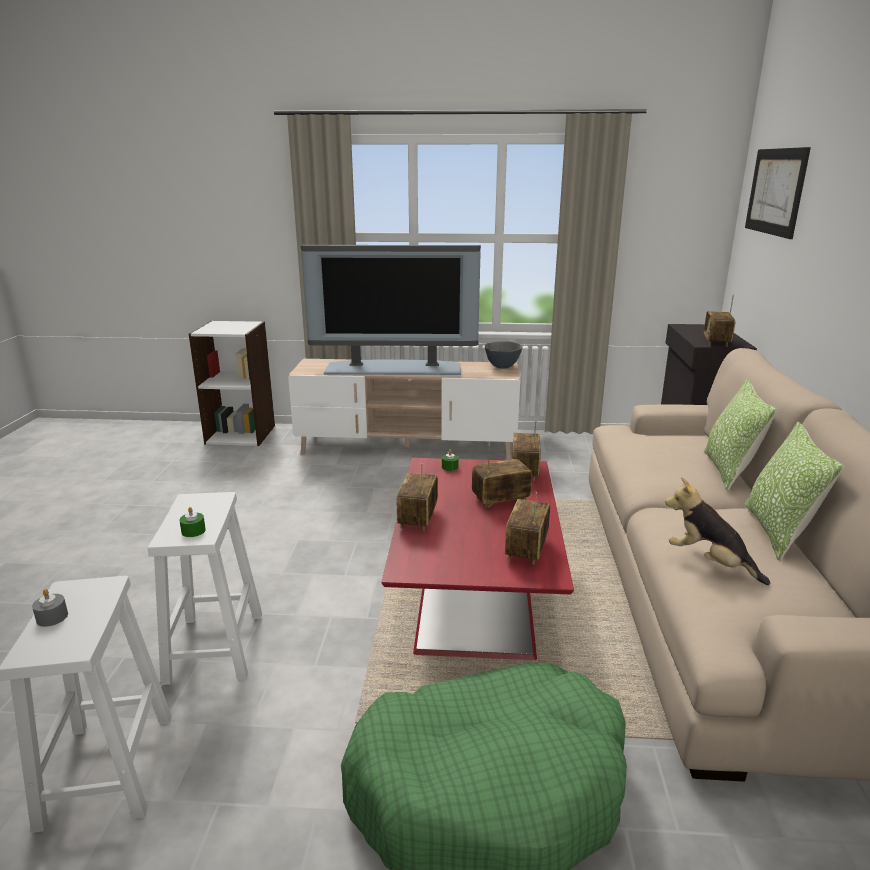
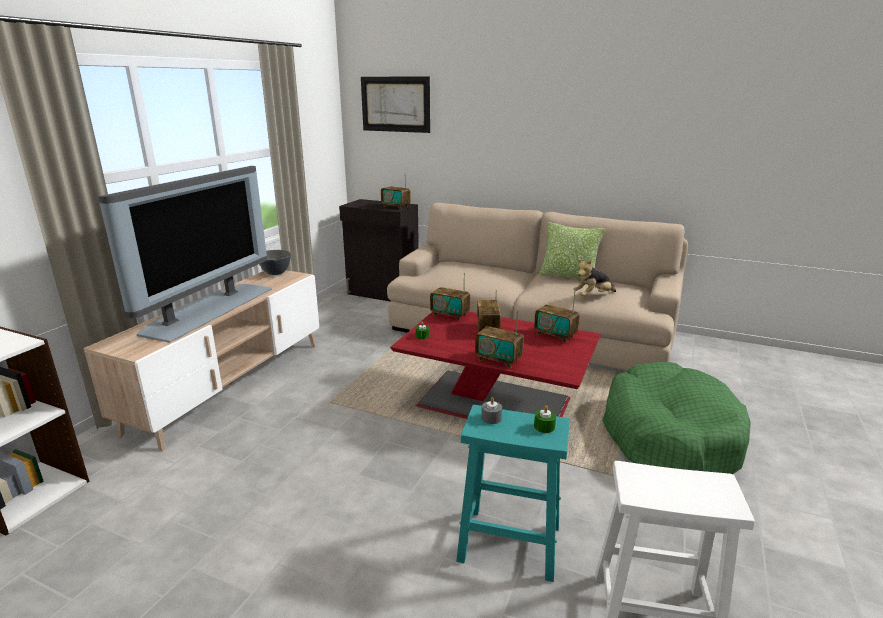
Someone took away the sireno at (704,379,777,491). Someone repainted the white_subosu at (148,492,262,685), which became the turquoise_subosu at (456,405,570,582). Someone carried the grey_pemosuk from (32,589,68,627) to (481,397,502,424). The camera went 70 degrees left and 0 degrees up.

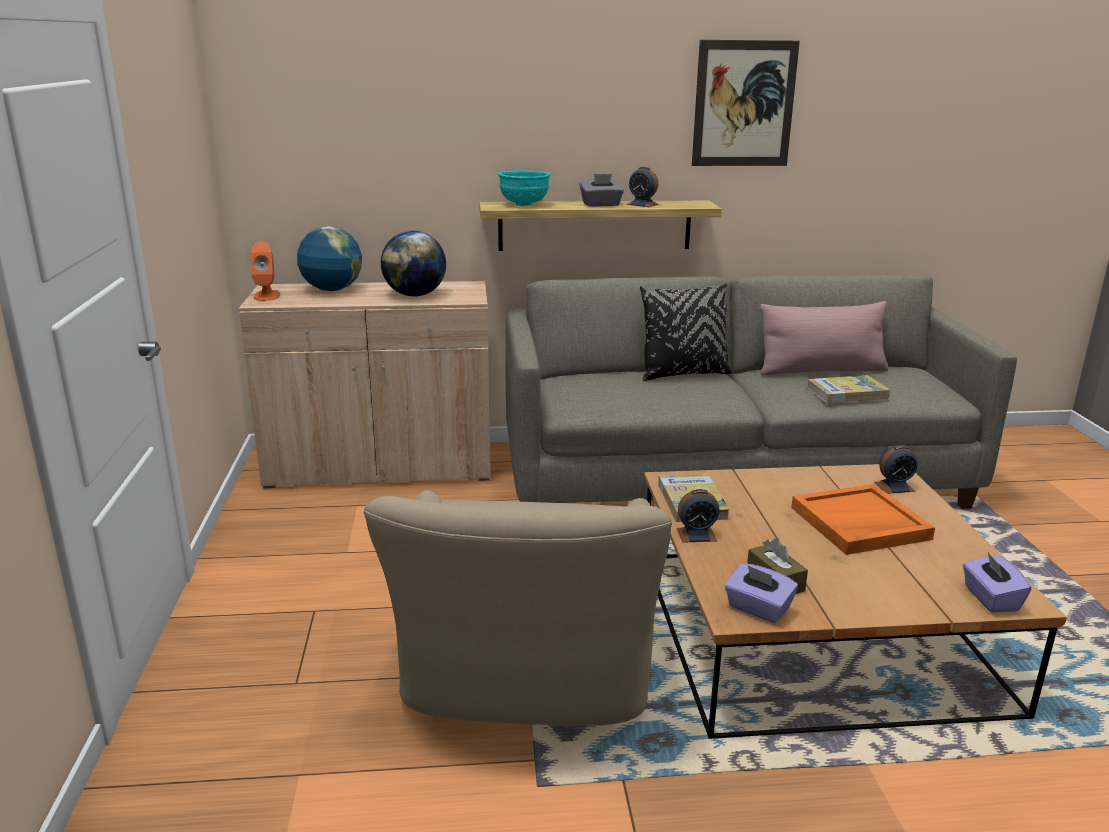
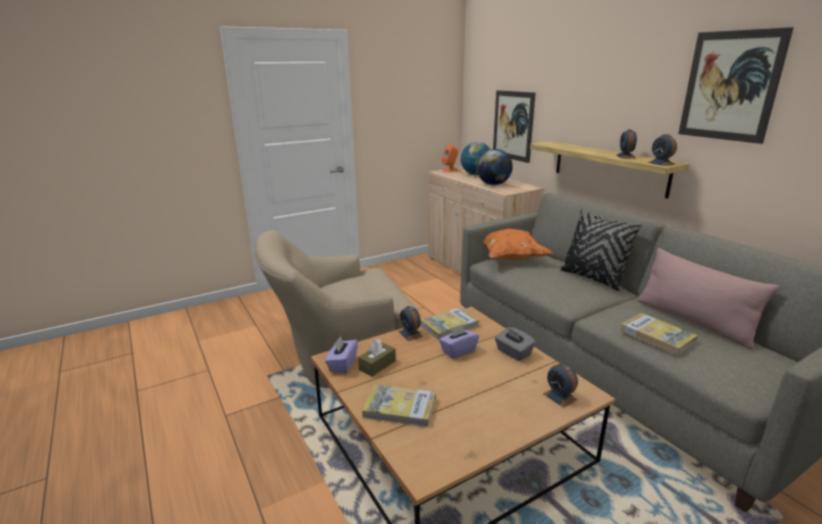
Someone took away the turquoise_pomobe at (498,170,551,206). Someone carried the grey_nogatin from (580,174,624,207) to (495,327,535,361). Someone took away the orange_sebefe at (791,484,935,555). Someone carried the purple_nogatin from (963,552,1031,613) to (439,324,479,359). Someone put up the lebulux at (493,90,535,163). Someone put down the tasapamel at (647,134,677,166). Someone put down the orange_sireno at (483,229,553,260). Someone put down the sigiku at (362,384,436,427). The camera went 65 degrees right and 0 degrees up.

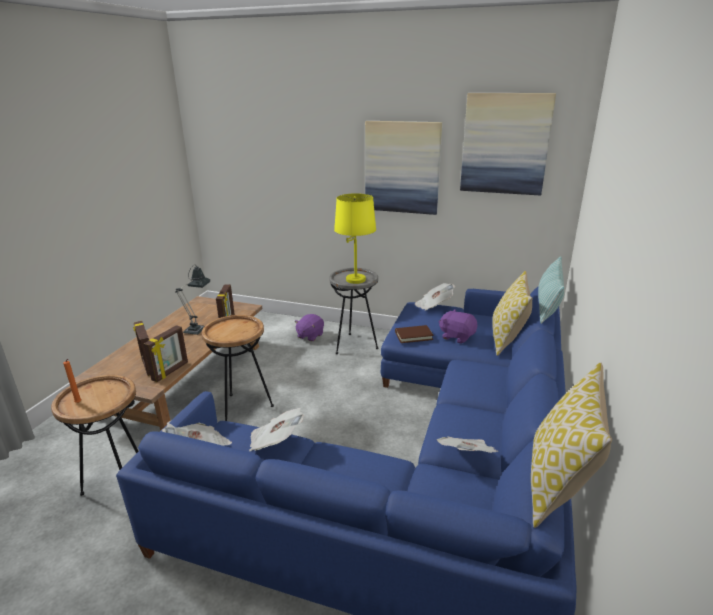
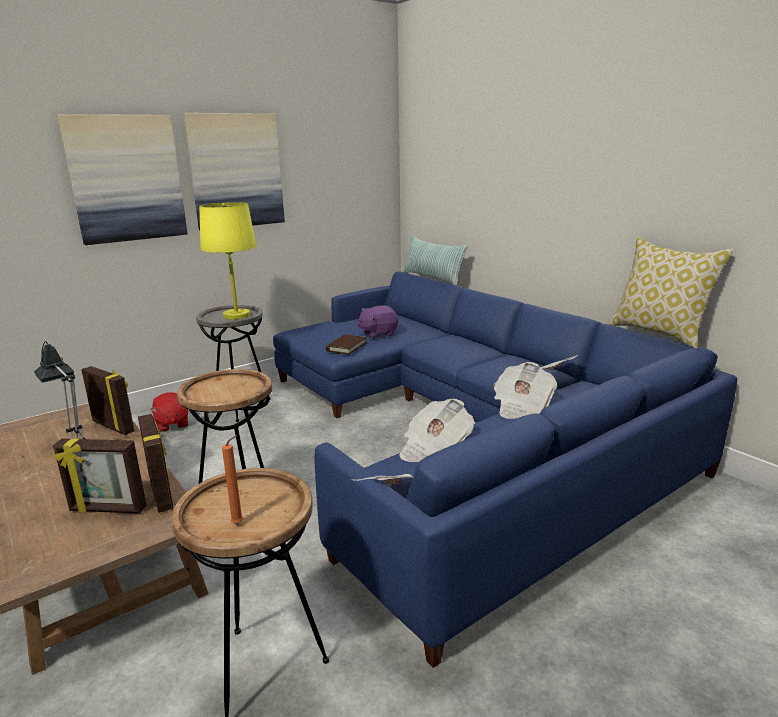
Someone carried the lebulux from (460,93,556,195) to (57,114,188,245). Someone took away the sireno at (492,271,533,356). Someone carried the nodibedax from (415,283,455,311) to (493,362,557,419). Someone repainted the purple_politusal at (295,314,324,342), which became the red_politusal at (151,392,188,432). The camera went 55 degrees left and 5 degrees down.

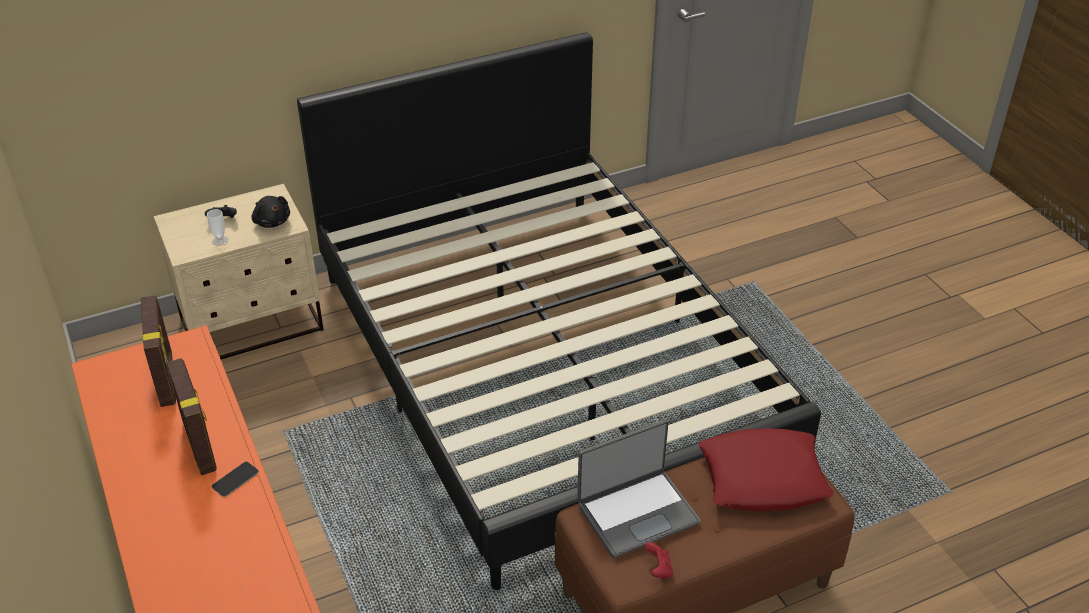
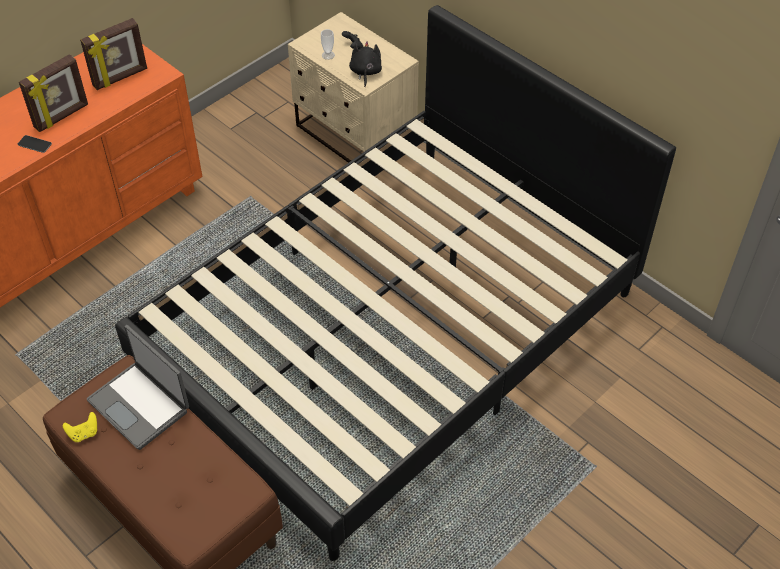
Someone rotated the black_politusal at (252,196,290,228) by 150 degrees clockwise. Someone took away the red_sireno at (699,428,833,511). Someone repainted the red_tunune at (644,542,673,579), which became the yellow_tunune at (63,412,97,442). The camera went 70 degrees right and 10 degrees up.

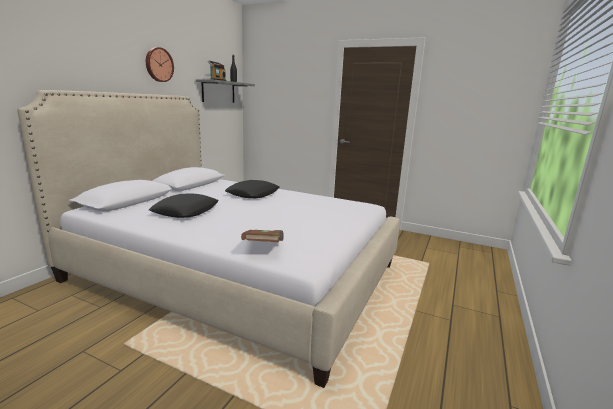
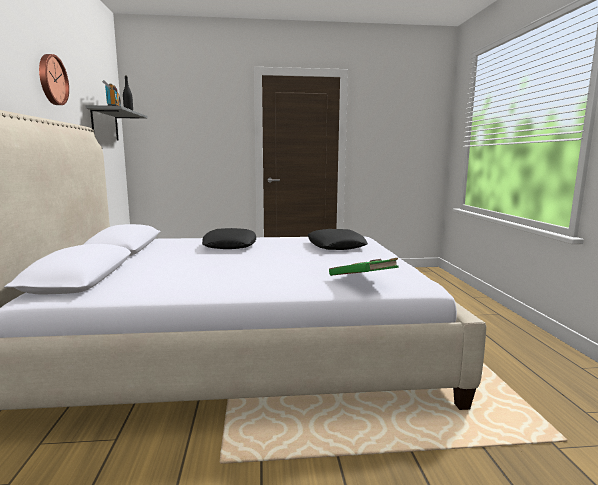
Someone carried the black_sireno from (149,194,218,218) to (308,229,368,250). Someone repainted the brown_sigiku at (241,230,283,242), which became the green_sigiku at (329,258,399,276). The camera went 30 degrees left and 5 degrees down.

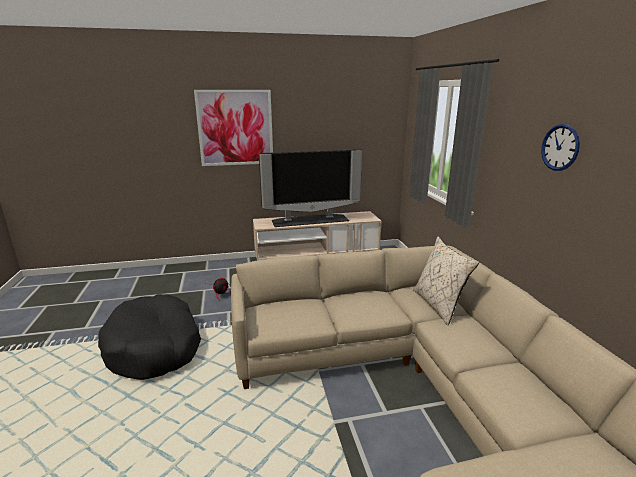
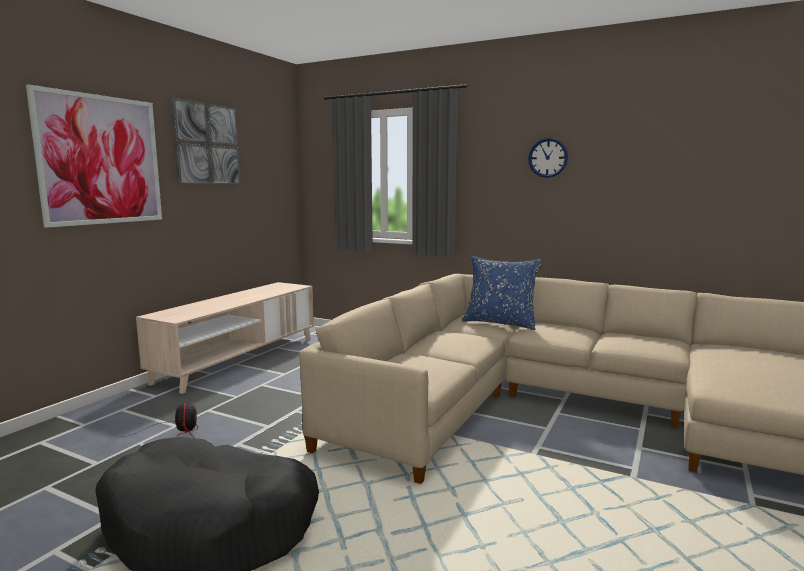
Someone took away the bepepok at (259,149,362,227). Someone repainted the beige_sireno at (413,237,479,326), which became the blue_sireno at (462,256,543,330). Someone put up the lebulux at (171,98,240,184). The camera went 50 degrees left and 10 degrees down.

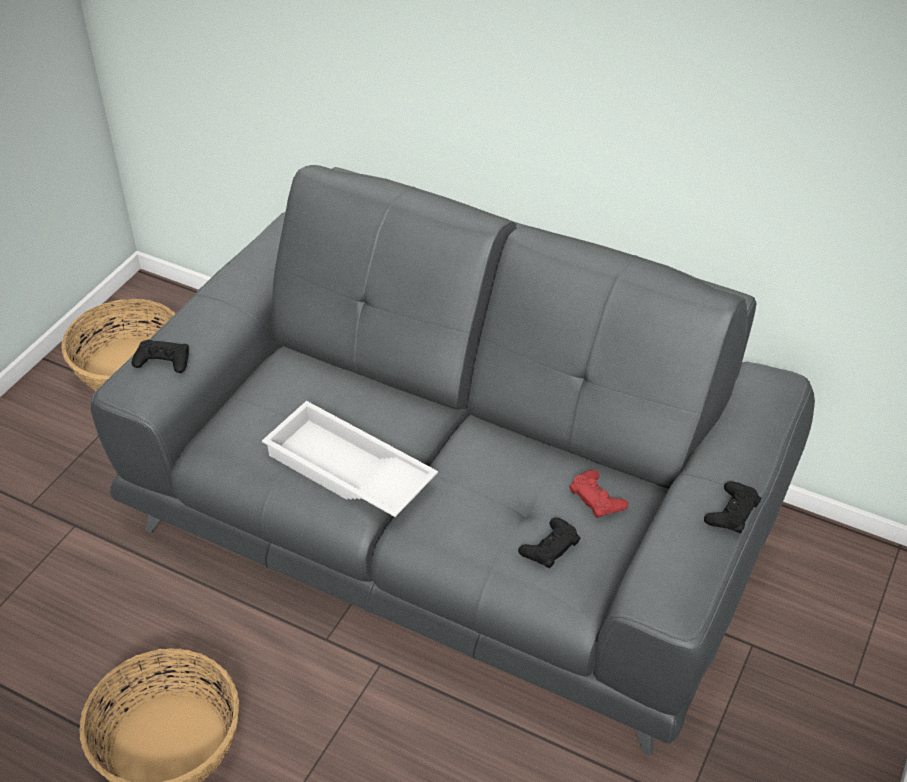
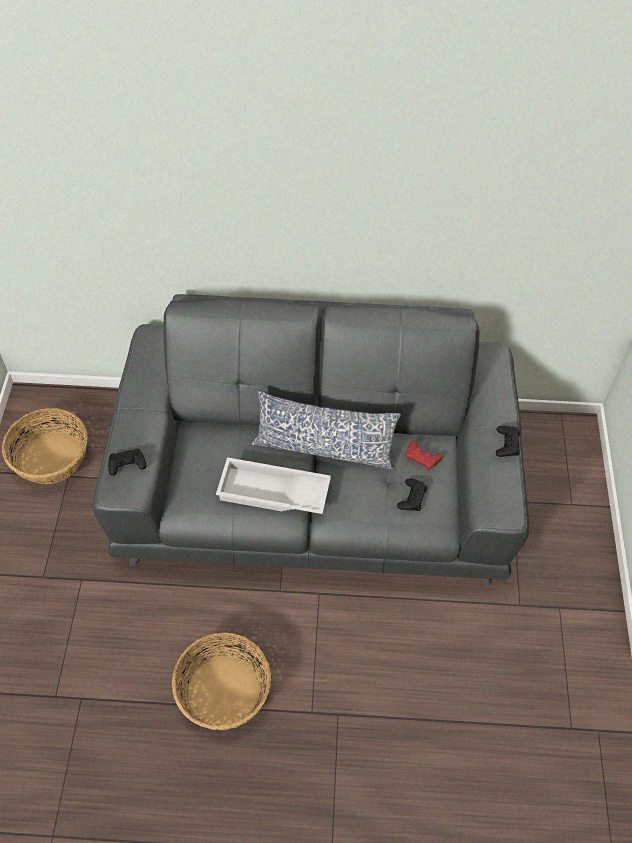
Someone put down the sireno at (251,390,401,470). The camera went 25 degrees left and 10 degrees up.

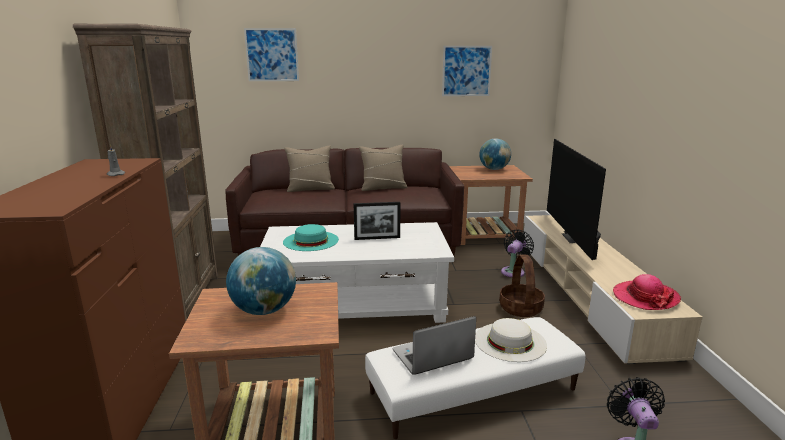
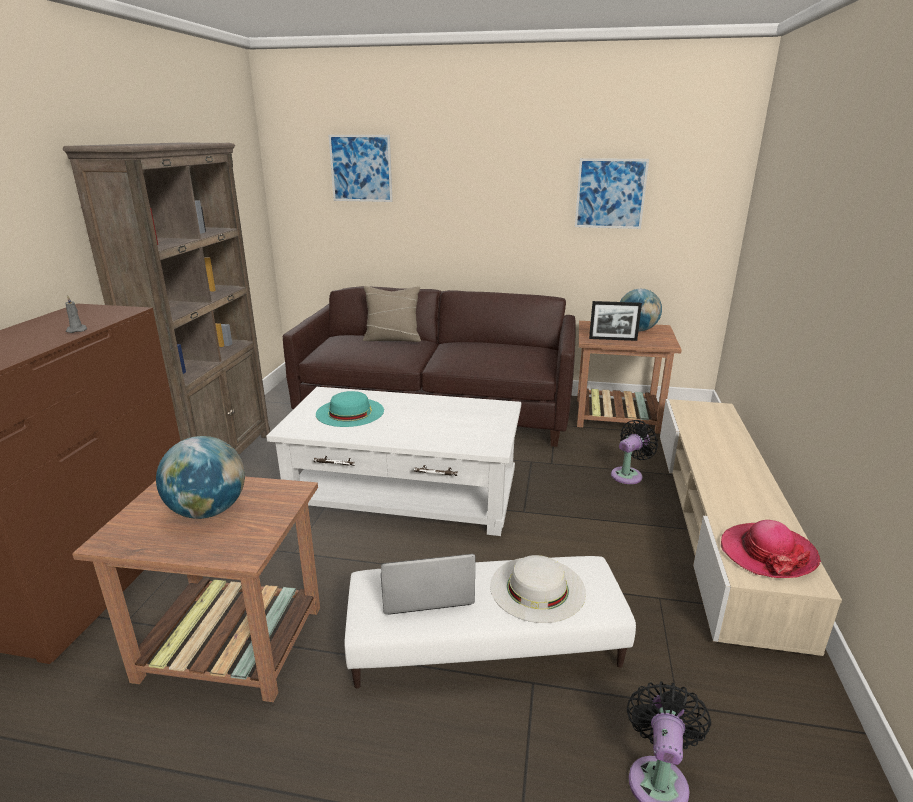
Someone took away the bepepok at (547,139,606,260). Someone took away the beige_sireno at (359,145,408,191). Someone carried the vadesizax from (353,202,400,240) to (589,301,642,341). Someone took away the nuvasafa at (499,254,545,317). The camera went 15 degrees right and 5 degrees up.

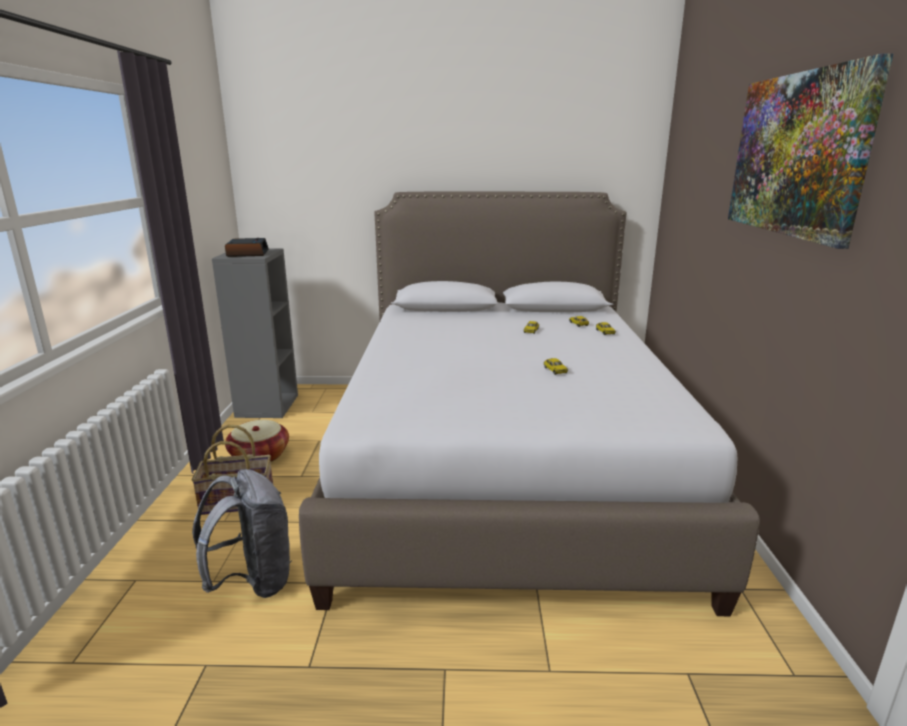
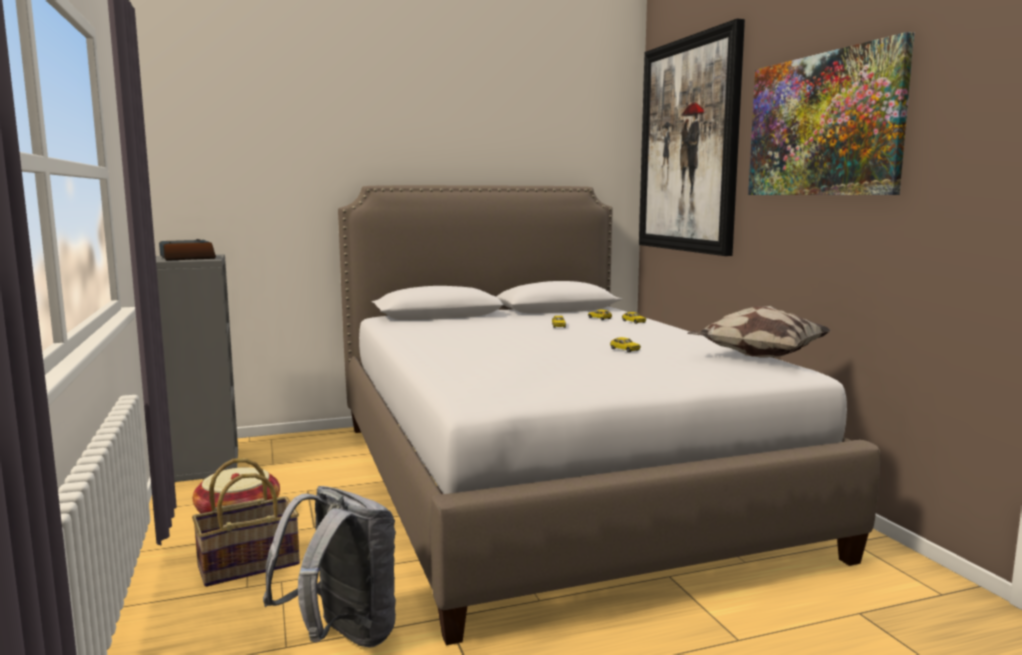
Someone put up the lebulux at (639,19,745,256). Someone put down the sireno at (688,306,830,358). The camera went 20 degrees left and 10 degrees down.

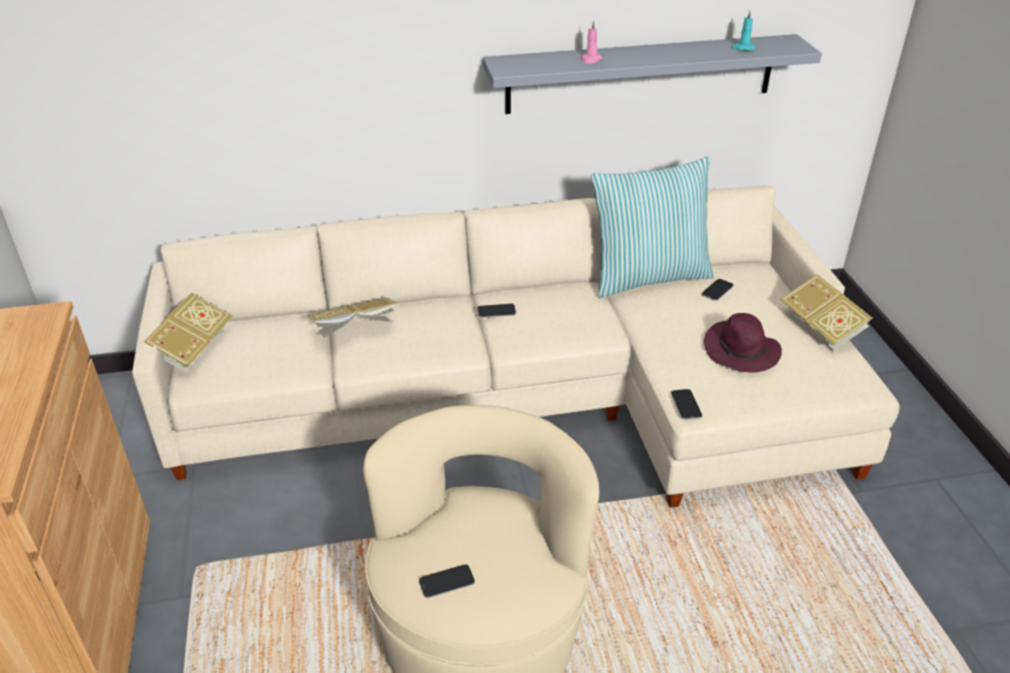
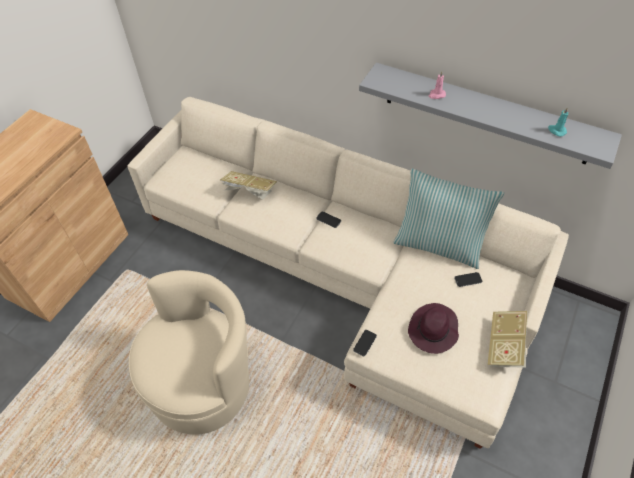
Someone took away the sigiku at (144,292,232,373). Someone took away the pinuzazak at (419,564,475,598). The camera went 40 degrees right and 15 degrees up.

